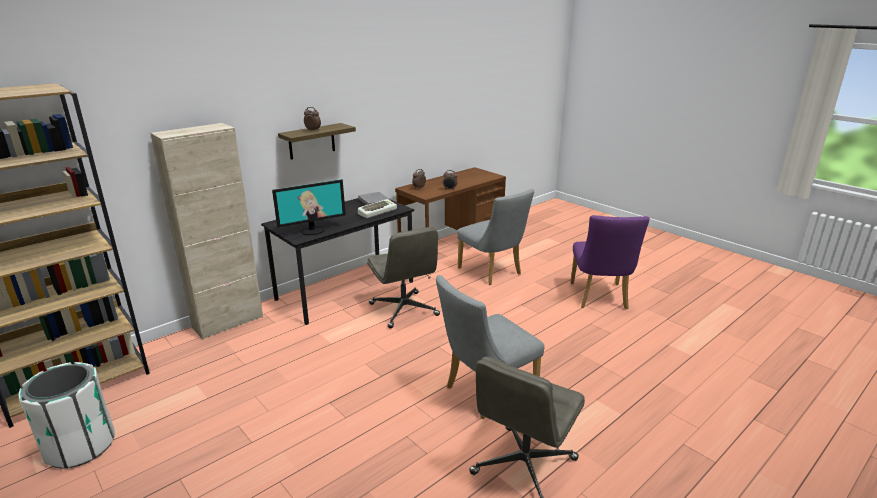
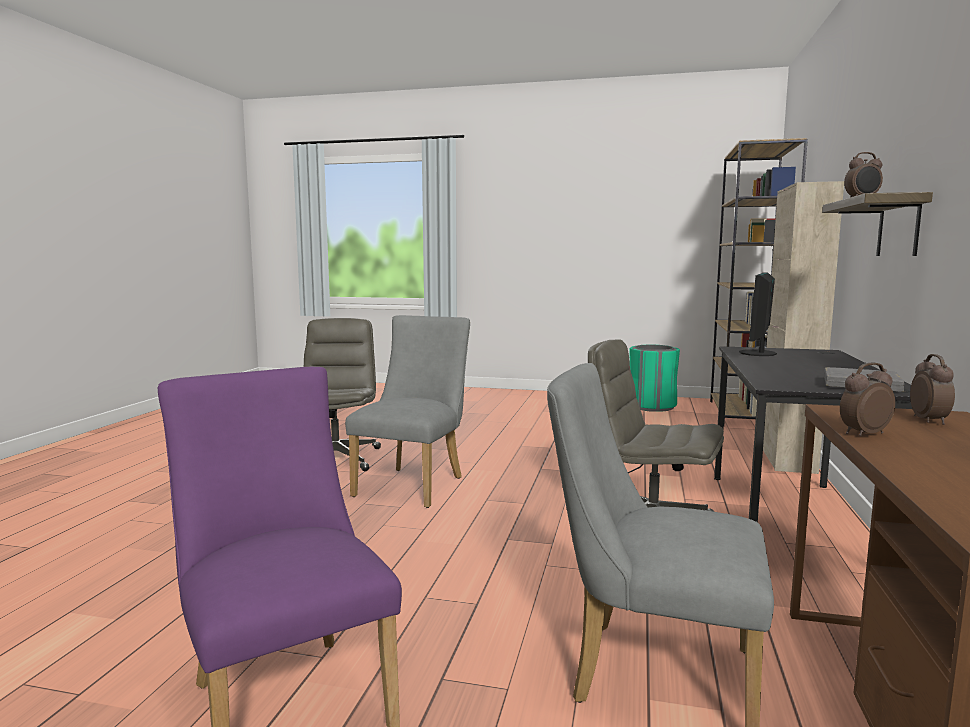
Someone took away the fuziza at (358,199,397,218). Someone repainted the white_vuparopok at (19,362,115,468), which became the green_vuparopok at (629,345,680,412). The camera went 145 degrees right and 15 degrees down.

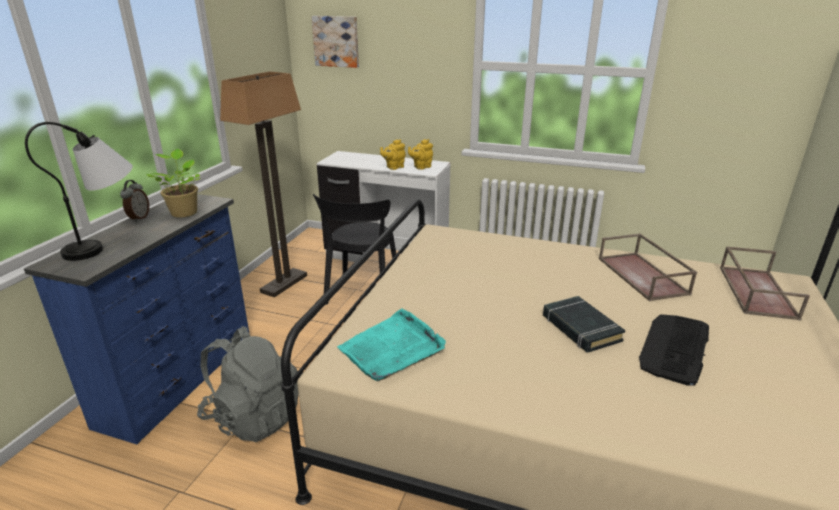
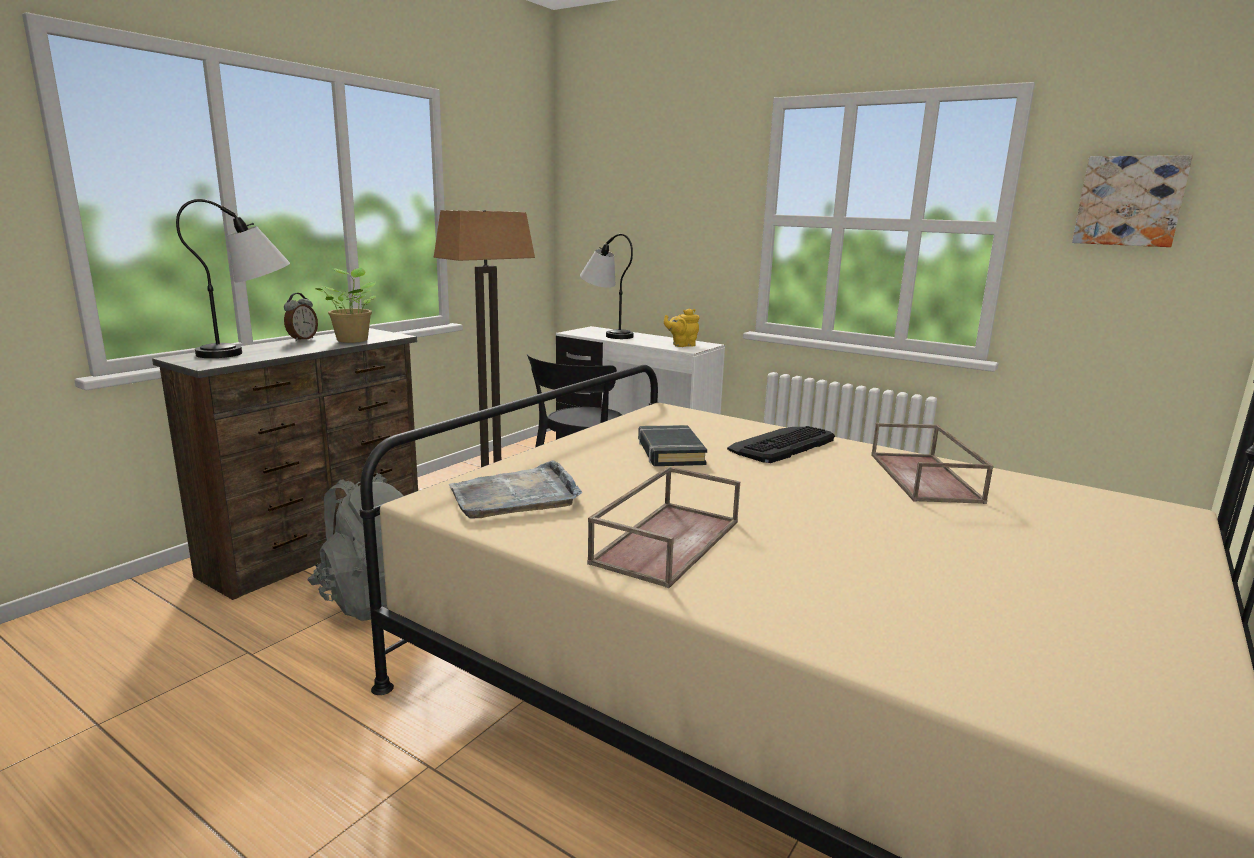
Someone carried the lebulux from (311,16,359,68) to (1072,155,1193,247). Someone took away the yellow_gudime at (380,139,405,170). Someone repainted the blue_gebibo at (24,194,249,444), which became the brown_gebibo at (152,328,418,600). Someone carried the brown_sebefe from (720,246,810,320) to (587,466,740,588). Someone carried the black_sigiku from (543,296,625,353) to (638,425,707,466). Someone repainted the turquoise_sebefe at (337,309,446,381), which became the grey_sebefe at (449,460,582,519). Someone carried the fuziza from (639,314,709,386) to (727,426,835,463). Someone put down the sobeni at (580,234,634,339). The camera went 15 degrees right and 10 degrees down.

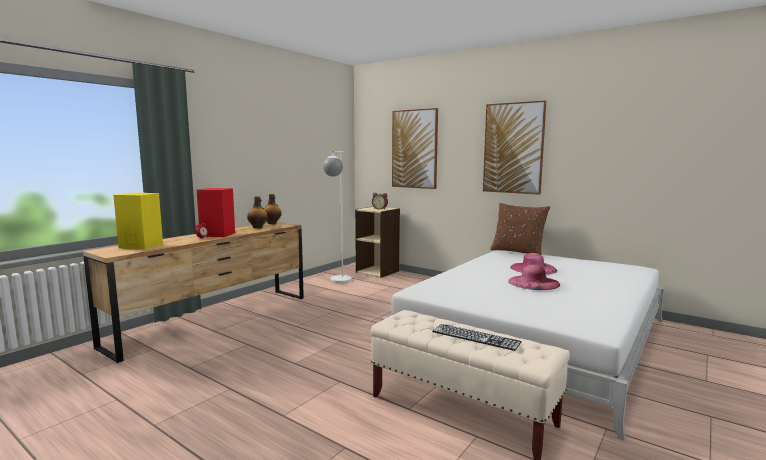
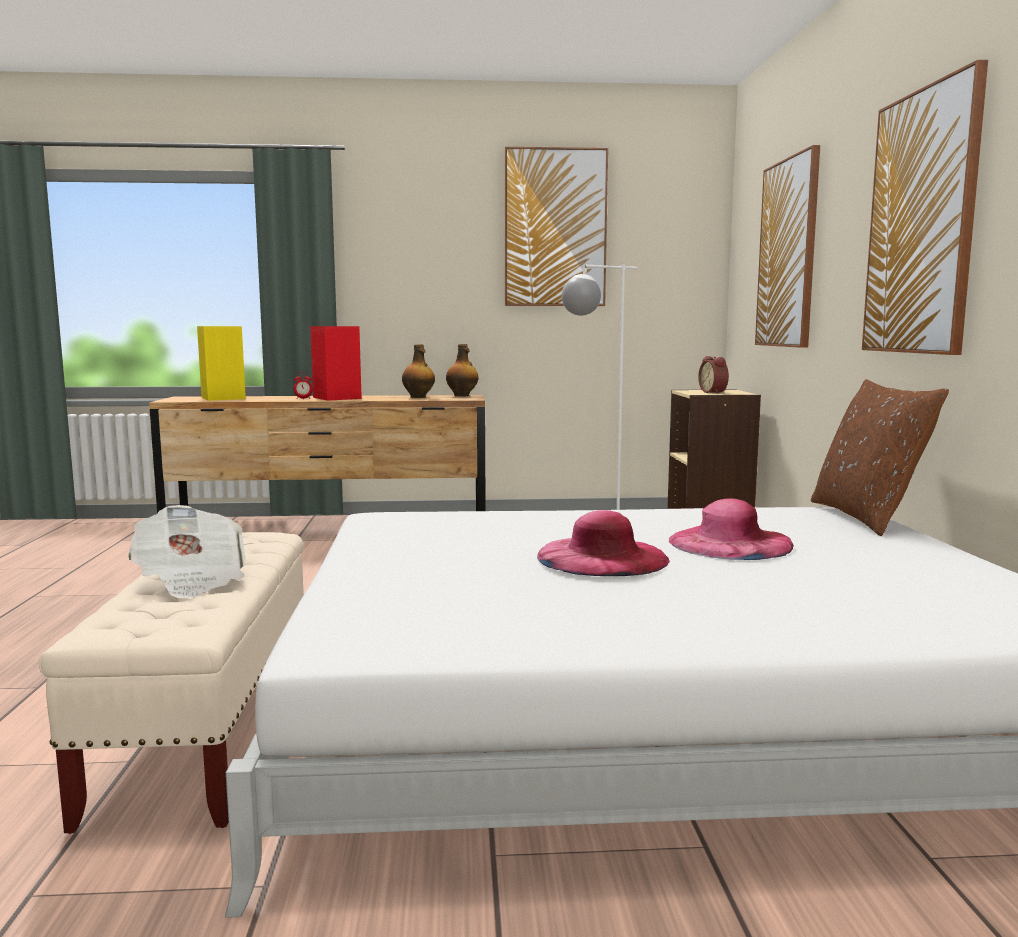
Someone swapped the fuziza at (432,324,522,351) for the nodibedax at (127,505,246,599). Someone put up the lebulux at (505,147,608,306). The camera went 50 degrees right and 0 degrees up.

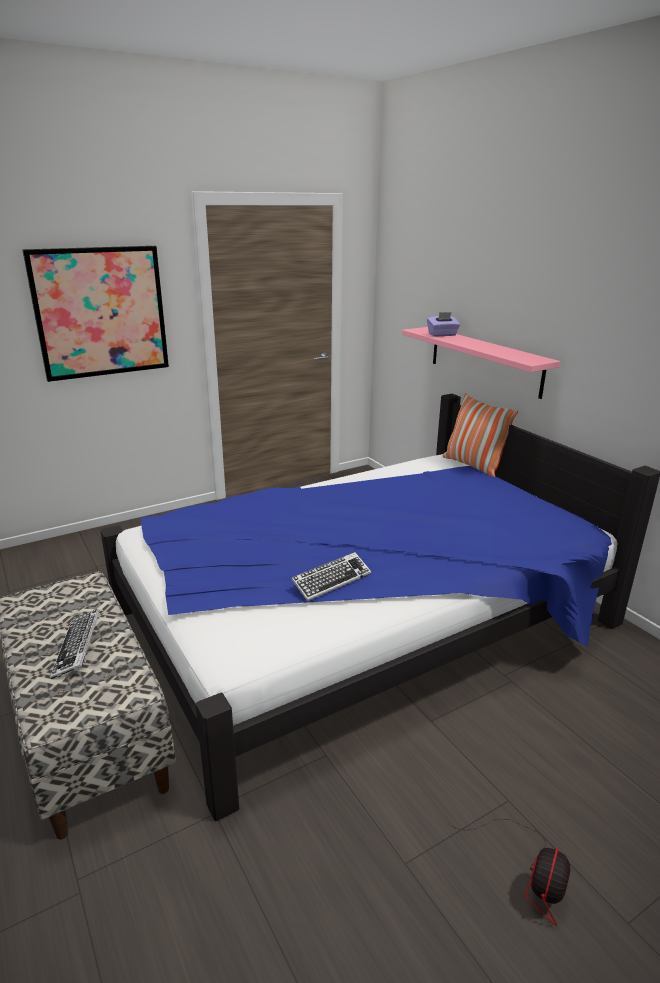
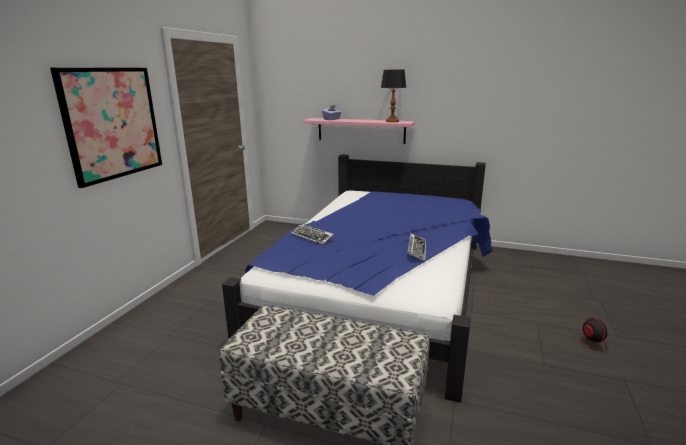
Someone took away the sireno at (443,393,518,477). Someone carried the fuziza from (50,609,100,679) to (291,223,334,245). Someone put down the sobeni at (381,70,406,122). The camera went 40 degrees left and 5 degrees down.

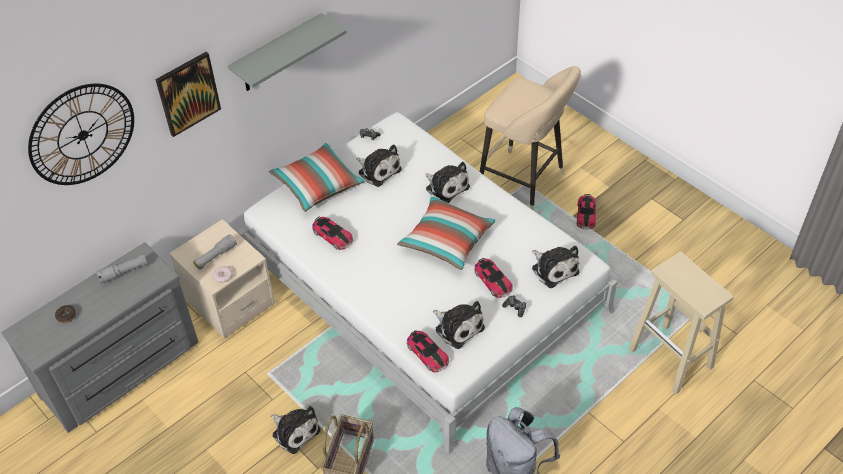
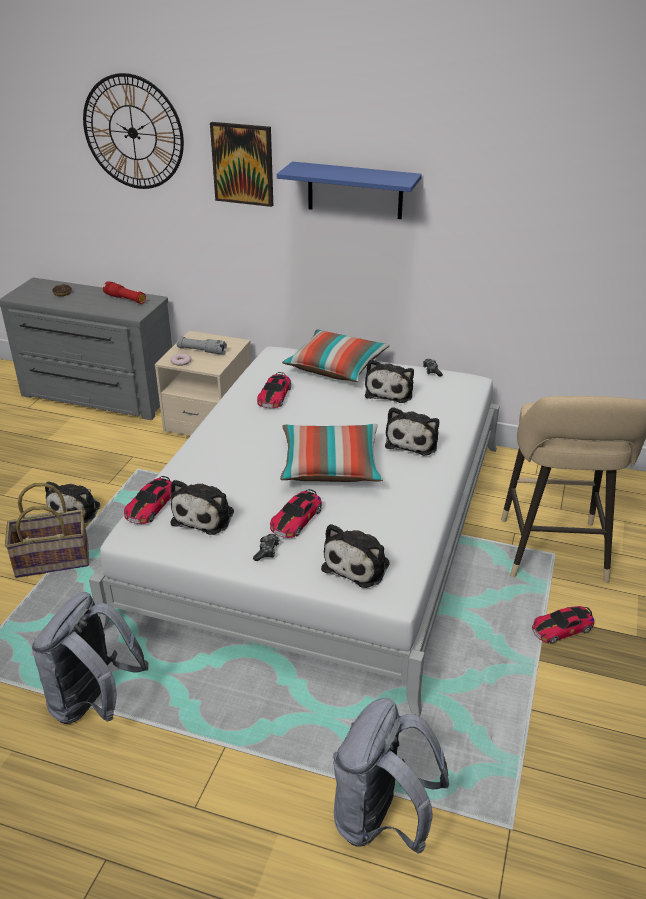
Someone repainted the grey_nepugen at (228,13,347,91), which became the blue_nepugen at (277,161,422,219). Someone swapped the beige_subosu at (628,252,734,394) for the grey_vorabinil at (333,697,449,854). Someone repainted the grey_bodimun at (96,254,148,284), which became the red_bodimun at (103,281,146,304). The camera went 60 degrees right and 15 degrees down.

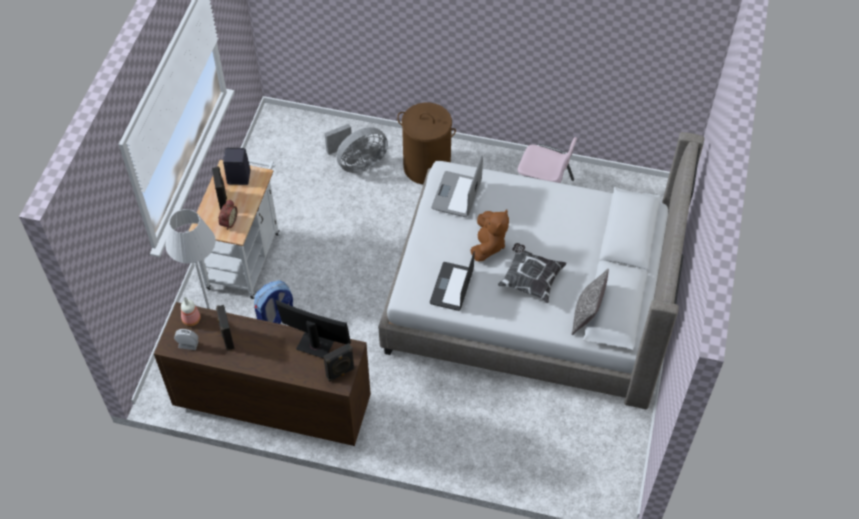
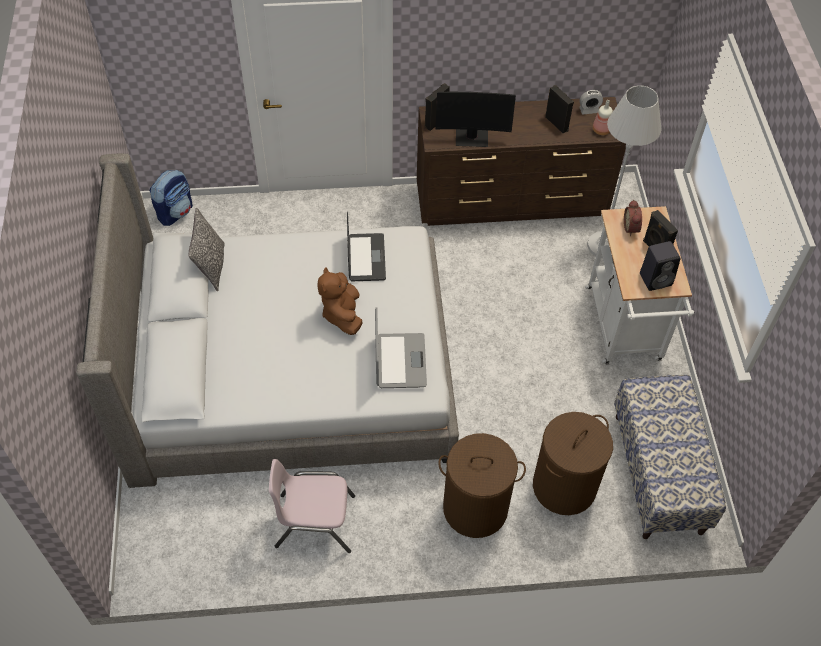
Someone swapped the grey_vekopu at (325,124,388,173) for the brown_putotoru at (533,412,613,515). Someone took away the sireno at (498,243,567,303). Someone carried the vorabinil from (254,280,293,324) to (150,170,193,226). Someone put down the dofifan at (614,375,726,539). The camera went 160 degrees right and 0 degrees up.

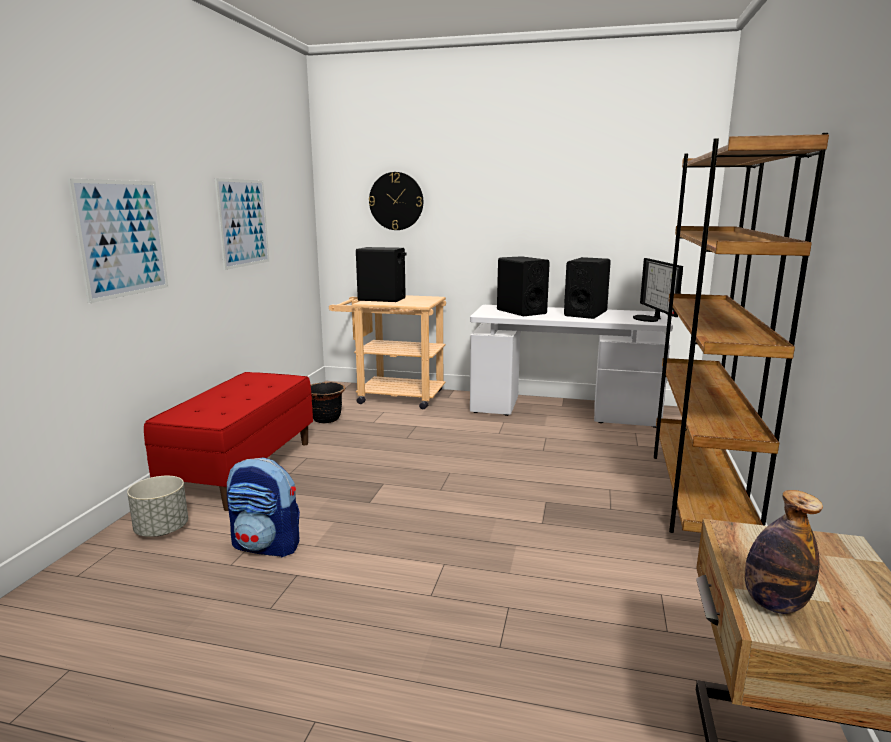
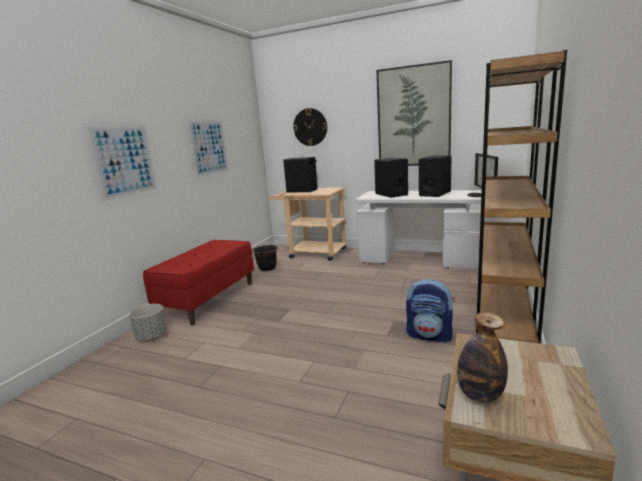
Someone carried the vorabinil from (227,457,300,558) to (406,279,455,343). Someone put up the lebulux at (377,60,452,166). The camera went 10 degrees right and 0 degrees up.

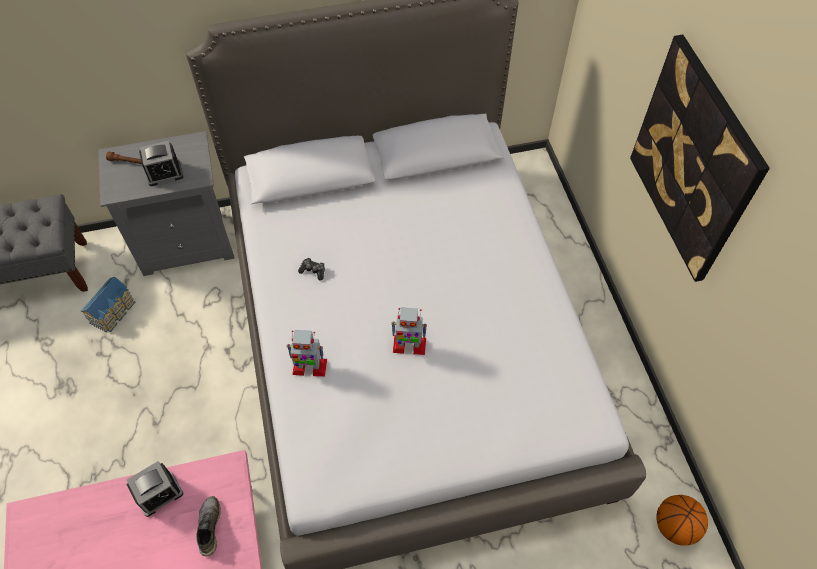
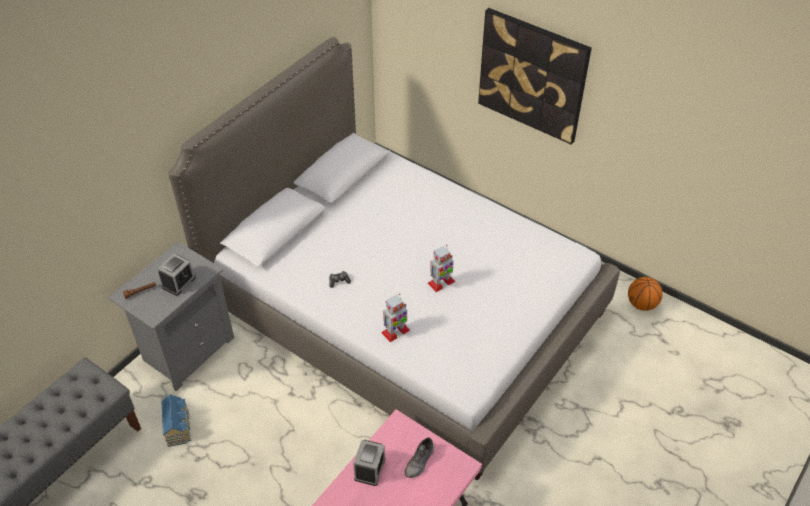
Someone rotated the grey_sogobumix at (196,496,221,556) by 105 degrees counterclockwise. The camera went 40 degrees left and 10 degrees down.

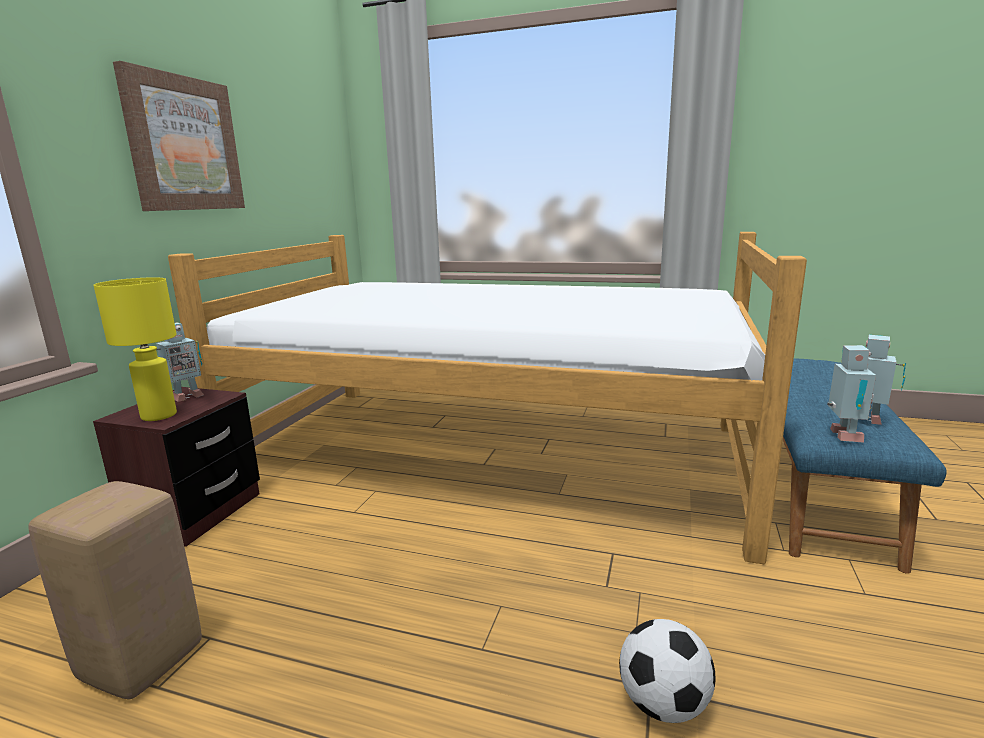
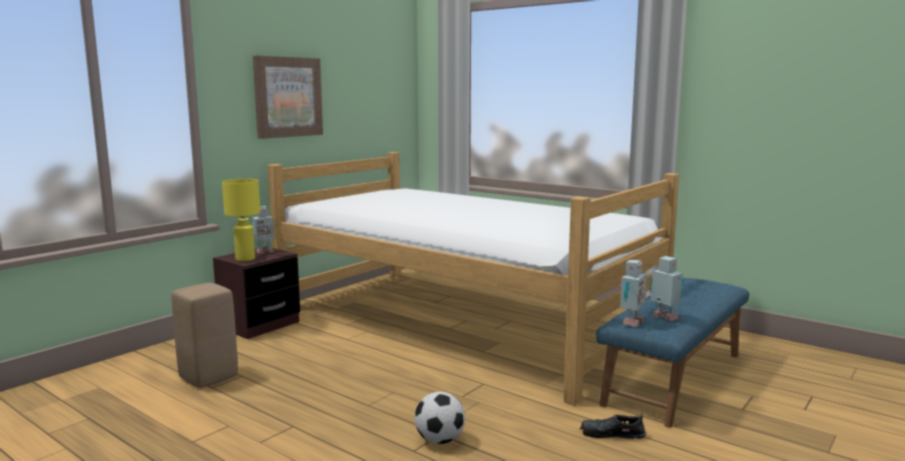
Someone put down the black_sogobumix at (580,415,646,439). The camera went 20 degrees right and 5 degrees down.

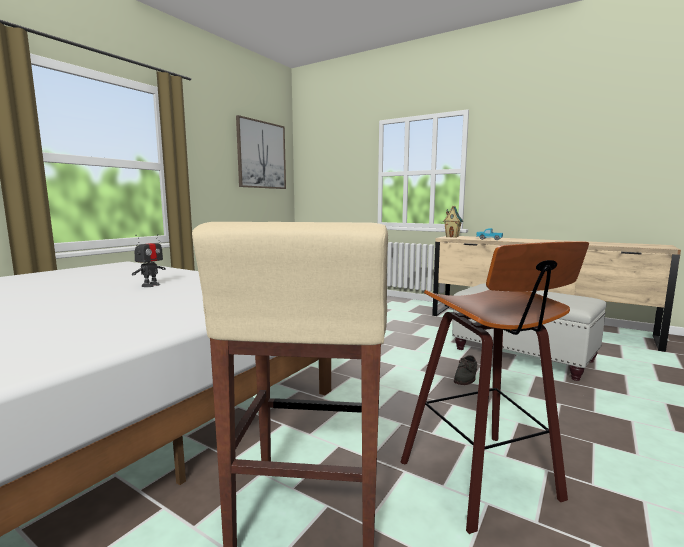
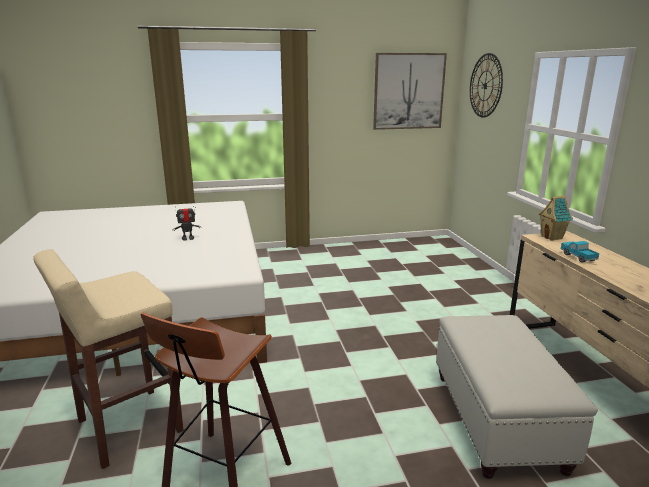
Someone took away the grey_sogobumix at (454,355,477,385). Someone put up the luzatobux at (470,53,503,118). The camera went 45 degrees right and 10 degrees up.

